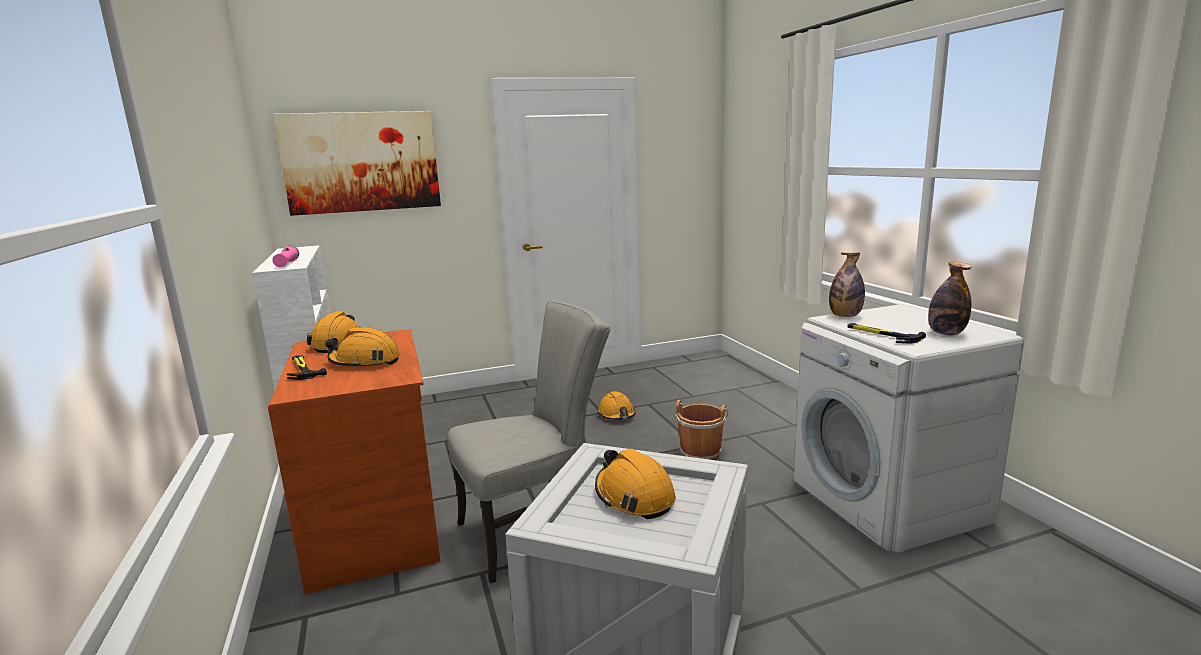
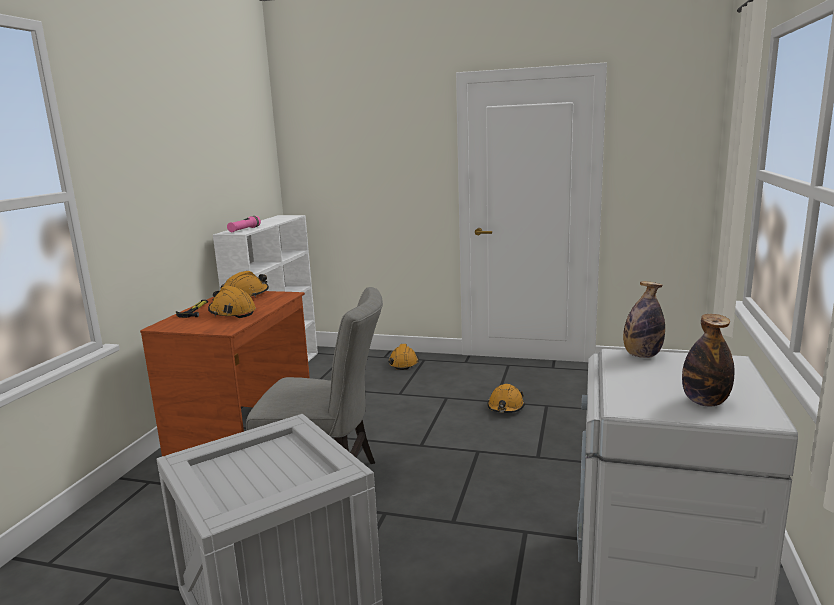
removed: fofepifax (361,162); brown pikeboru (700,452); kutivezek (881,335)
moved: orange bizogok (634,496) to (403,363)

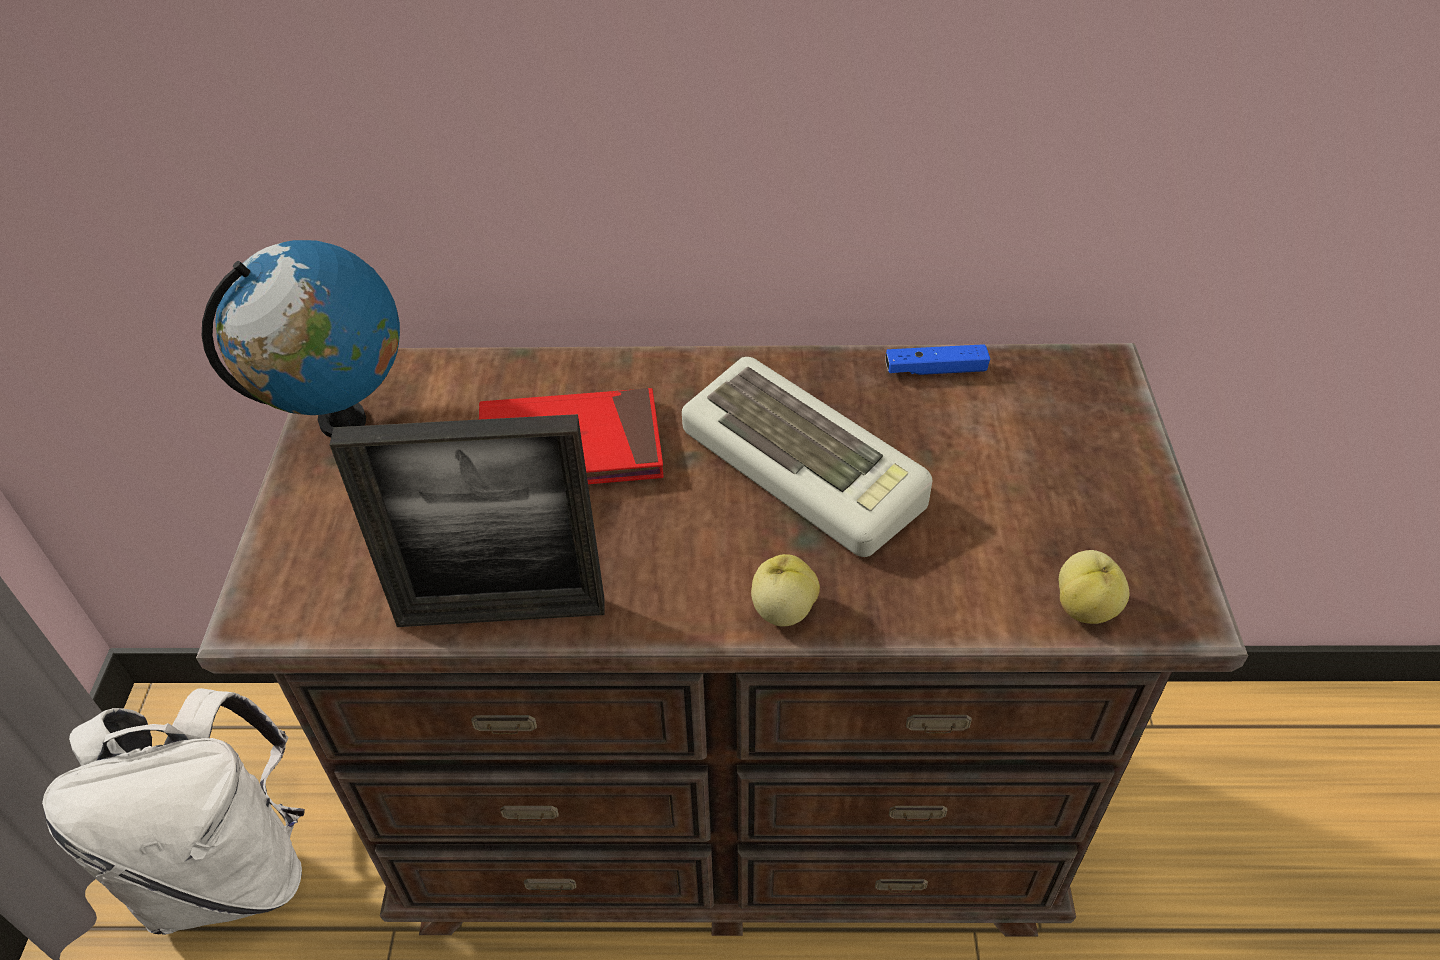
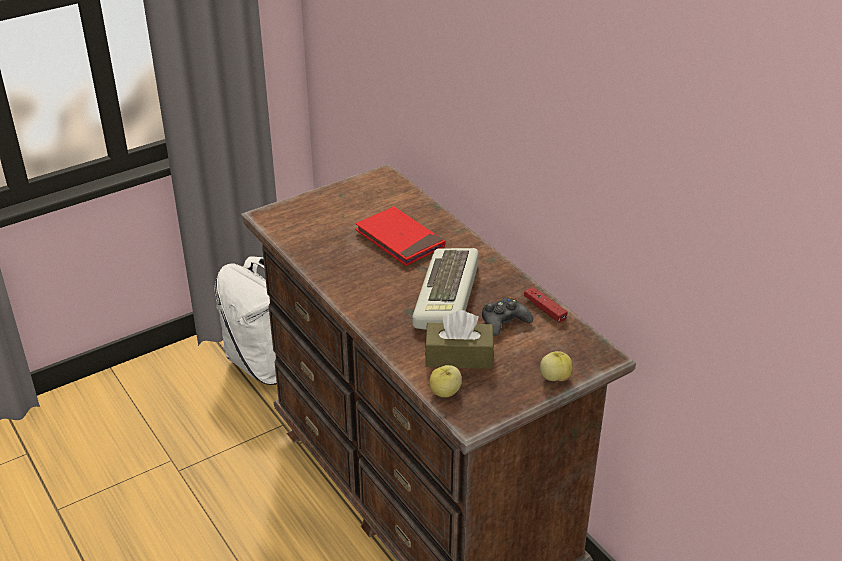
removed: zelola (342,421); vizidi (501,612)
added: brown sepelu (459,356); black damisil (504,321)
moved: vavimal (782,610) to (555,377)
recoloured: blue damisil (935,369) to red damisil (544,309)

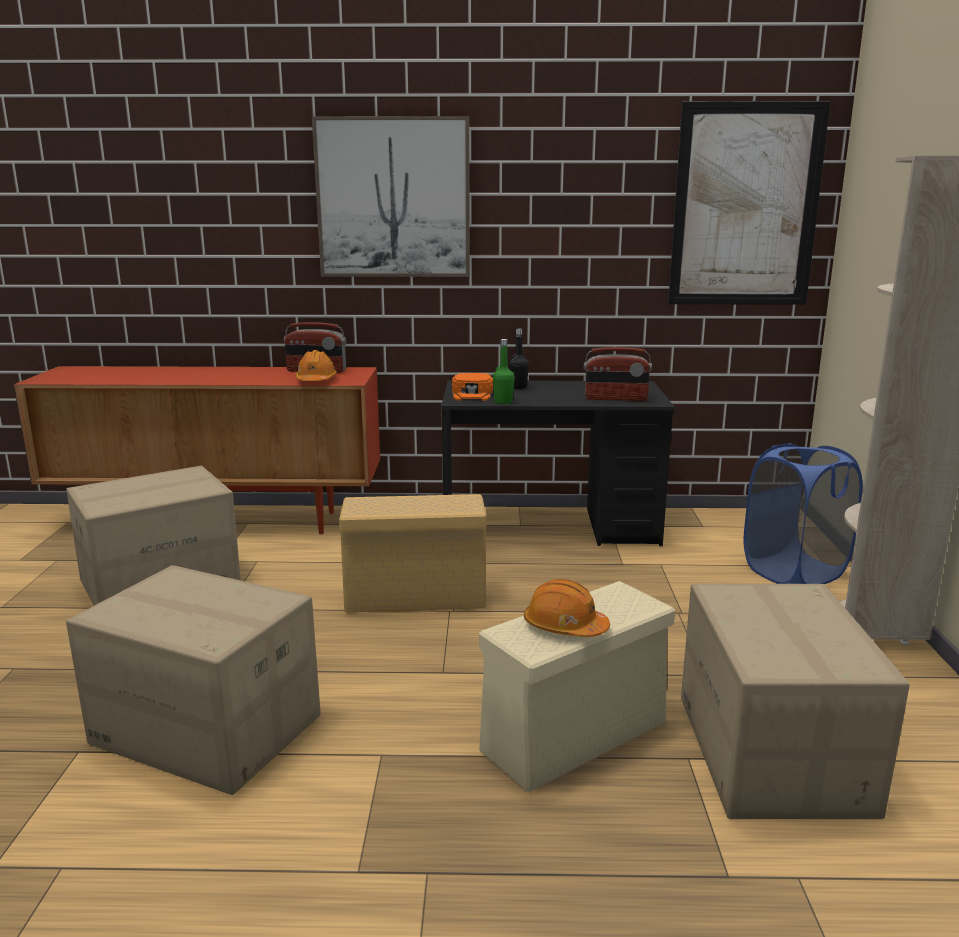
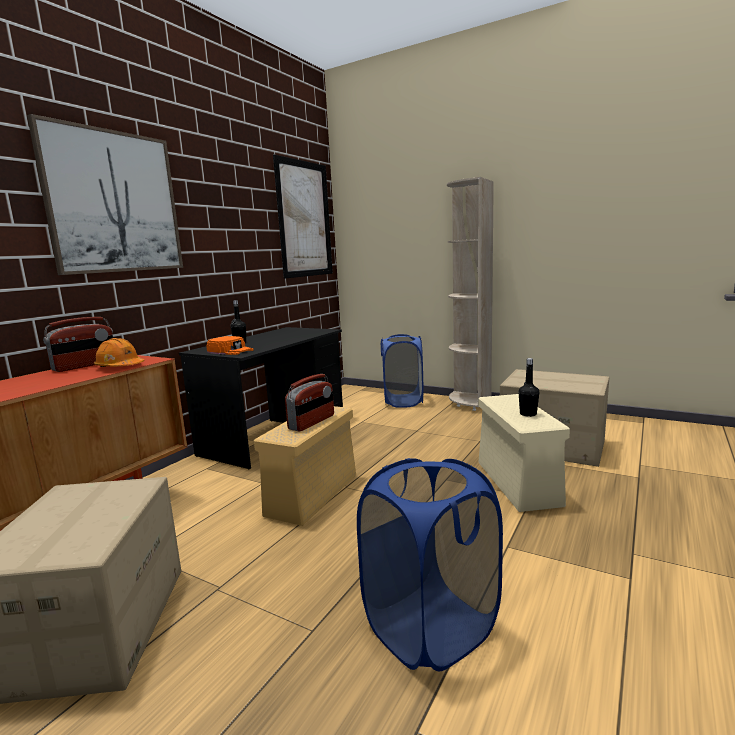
removed: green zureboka (503,402)
moved: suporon (615,399) to (312,422)
replaced: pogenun (205,730) to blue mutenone (430,628); orange bizogok (564,627) to black zureboka (528,414)

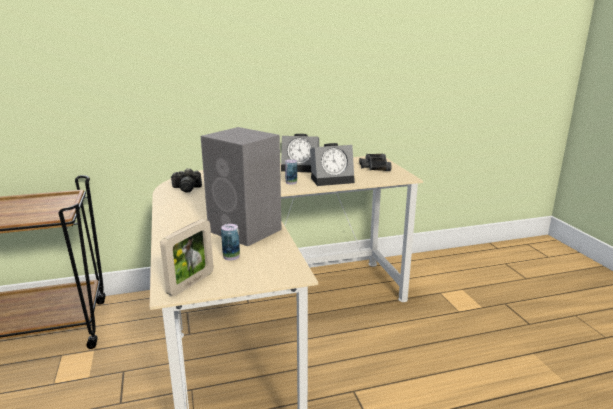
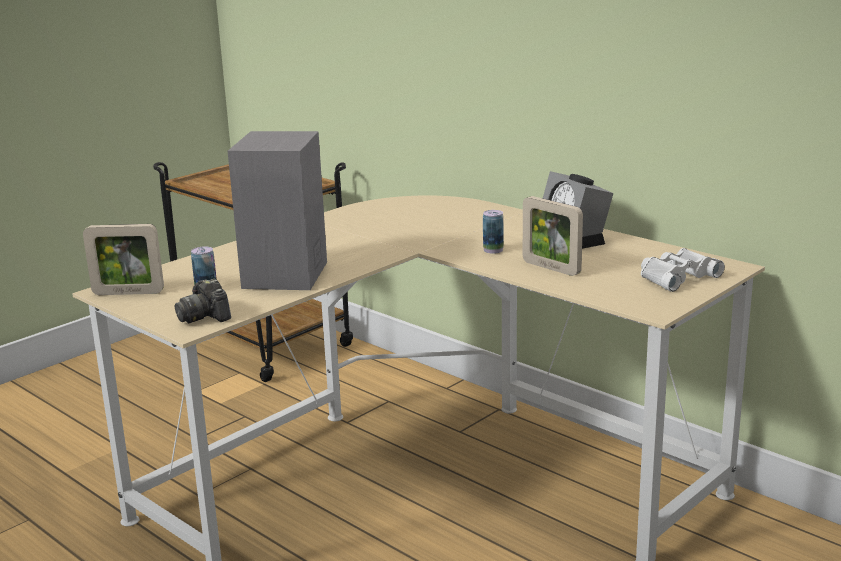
moved: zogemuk (187,188) to (205,316)
replaced: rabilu (333,179) to vizidi (551,268)
recoloured: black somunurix (374,166) to white somunurix (676,276)

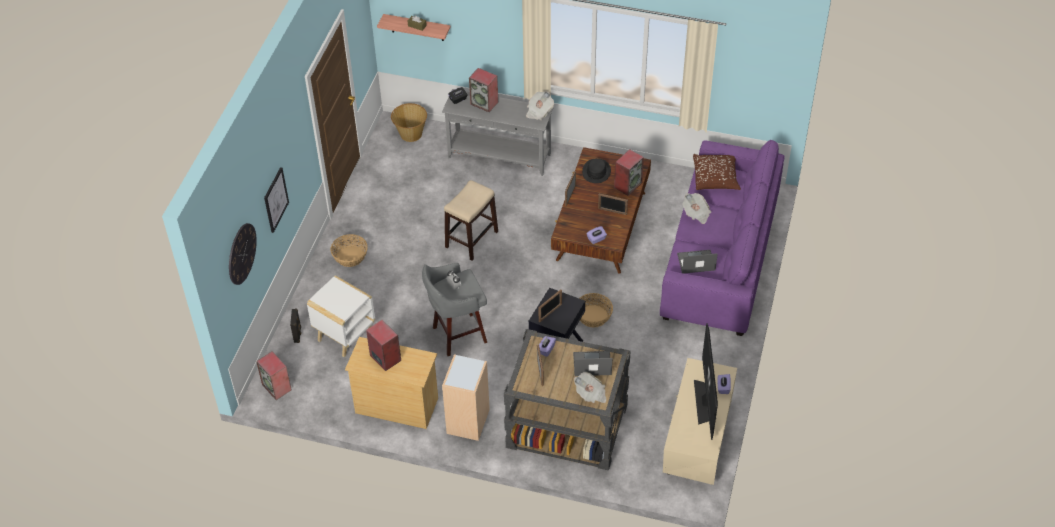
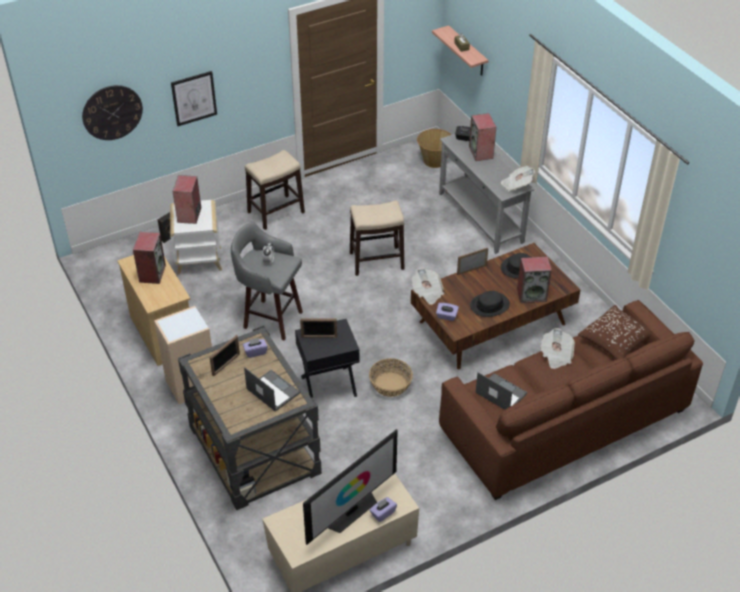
moved: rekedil (277,387) to (189,215); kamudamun (591,394) to (427,293)
replaced: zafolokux (350,256) to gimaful (276,212); vizidi (612,211) to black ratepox (489,305)
recoloured: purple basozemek (719,257) to brown basozemek (563,421)

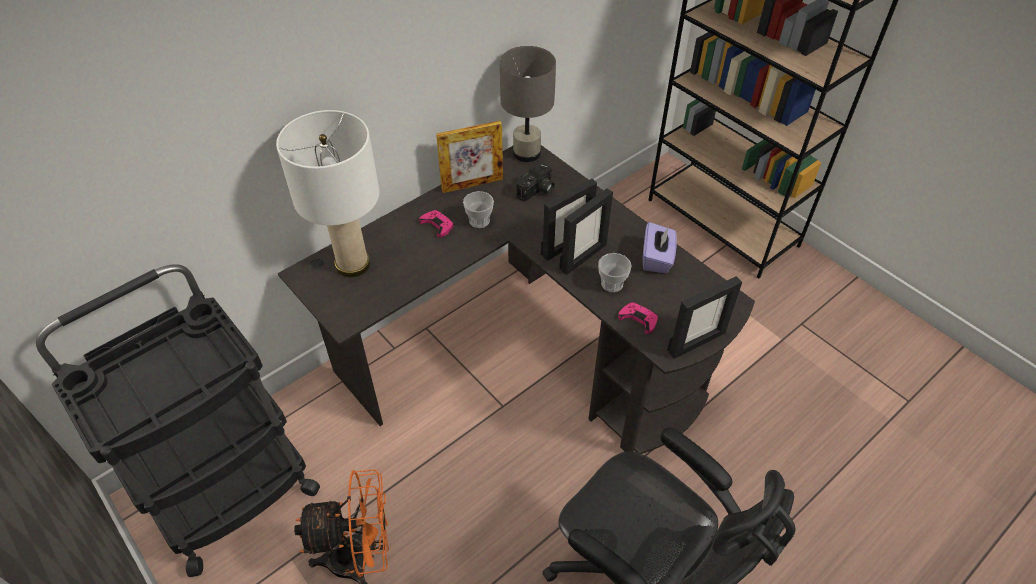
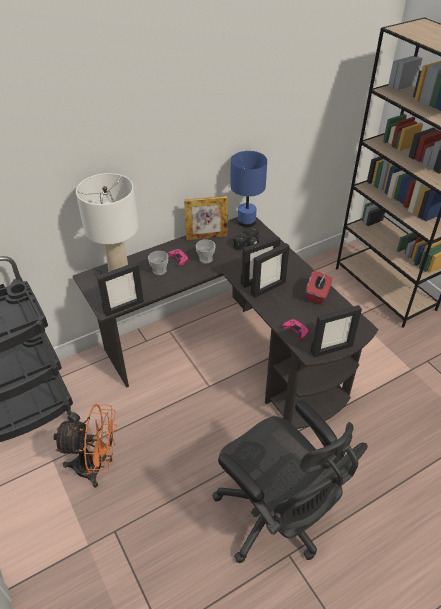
added: vizidi (124,307)
moved: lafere (612,284) to (159,270)
recoloured: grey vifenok (527,152) to blue vifenok (247,221); purple sepelu (657,258) to red sepelu (317,295)

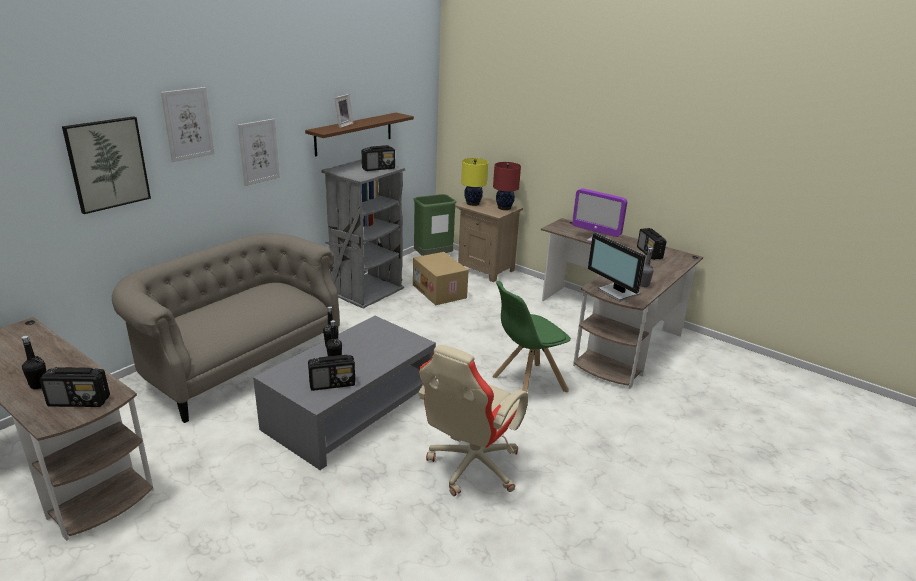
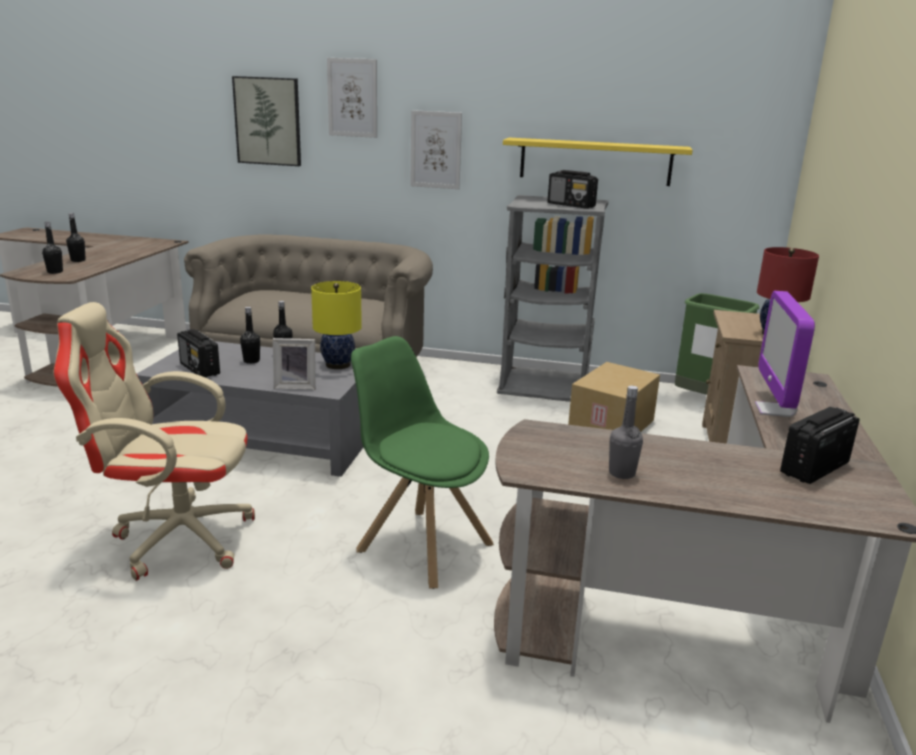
removed: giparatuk (617,292)
moved: vizidi (342,125) to (296,386); yellow vifenok (473,203) to (338,365)
replaced: suporon (80,401) to black zureboka (55,272)
recoloured: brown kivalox (354,134) to yellow kivalox (595,161)

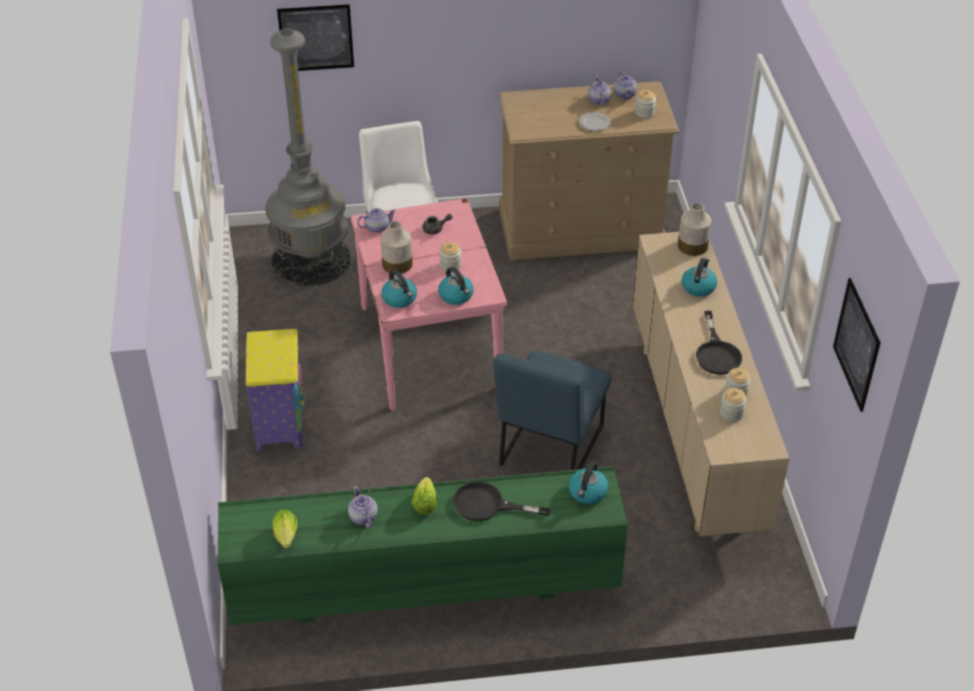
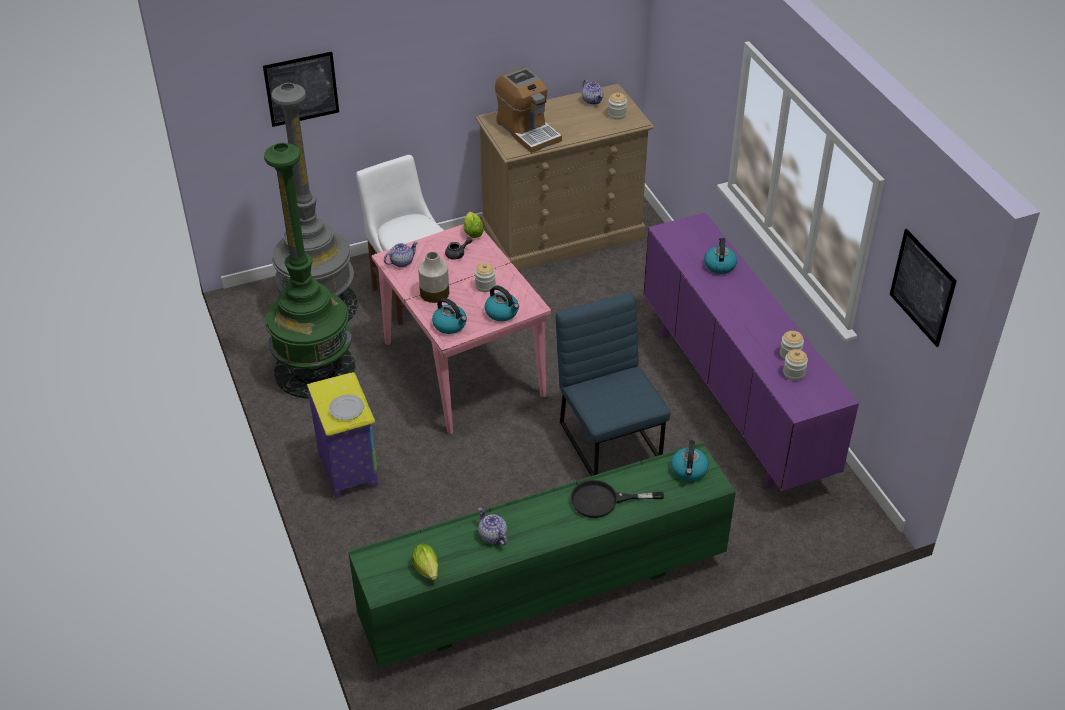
removed: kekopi (598,100); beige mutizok (692,246); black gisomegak (717,353)
added: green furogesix (314,369); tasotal (527,131)
moved: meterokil (425,502) to (472,231); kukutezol (595,123) to (346,408)
recoloured: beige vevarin (696,433) to purple vevarin (734,400)
turned: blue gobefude (549,447) = (609,439) 150 degrees clockwise

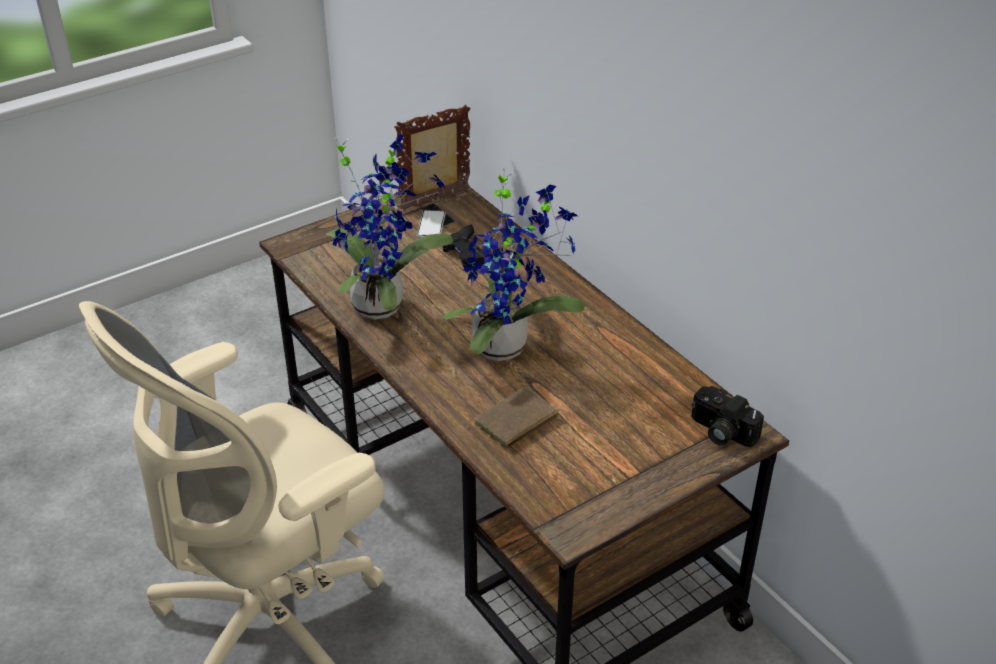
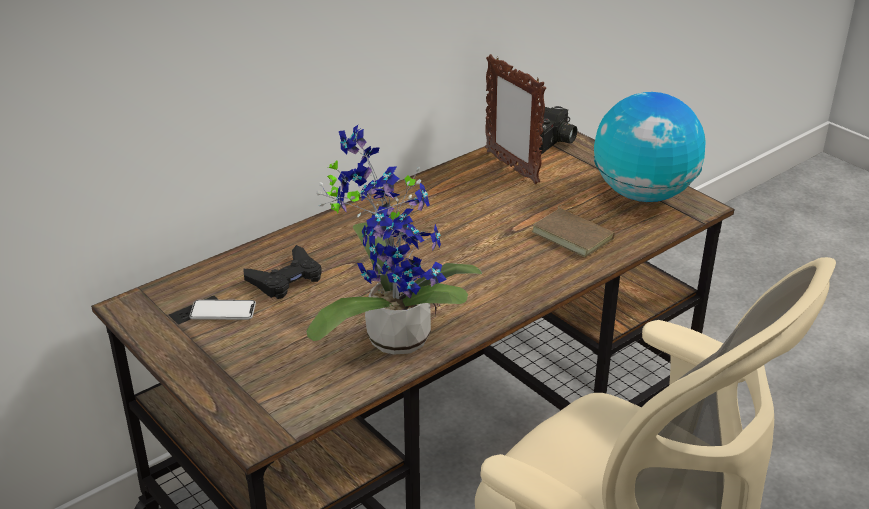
removed: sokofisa (507,346)
added: zelola (643,194)
moved: vizidi (436,201) to (511,167)

